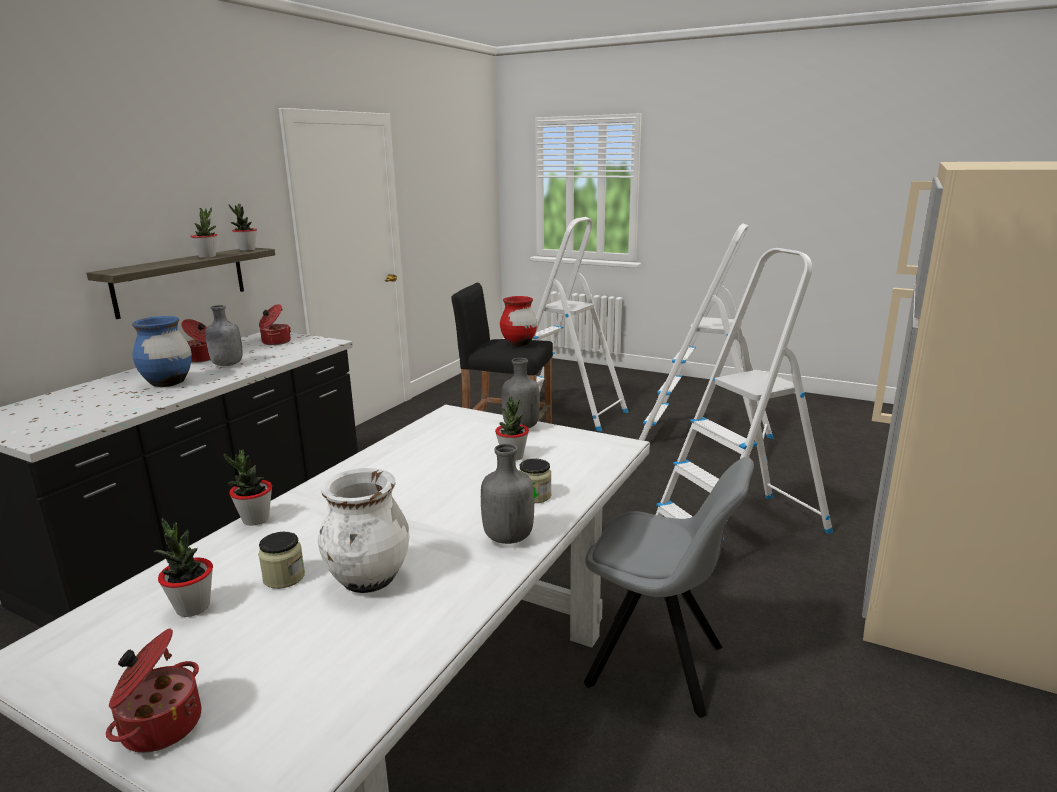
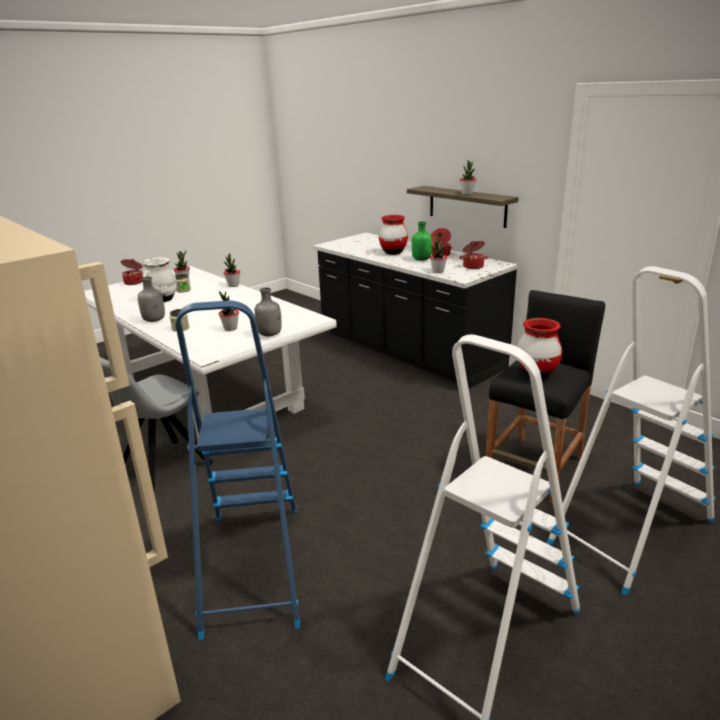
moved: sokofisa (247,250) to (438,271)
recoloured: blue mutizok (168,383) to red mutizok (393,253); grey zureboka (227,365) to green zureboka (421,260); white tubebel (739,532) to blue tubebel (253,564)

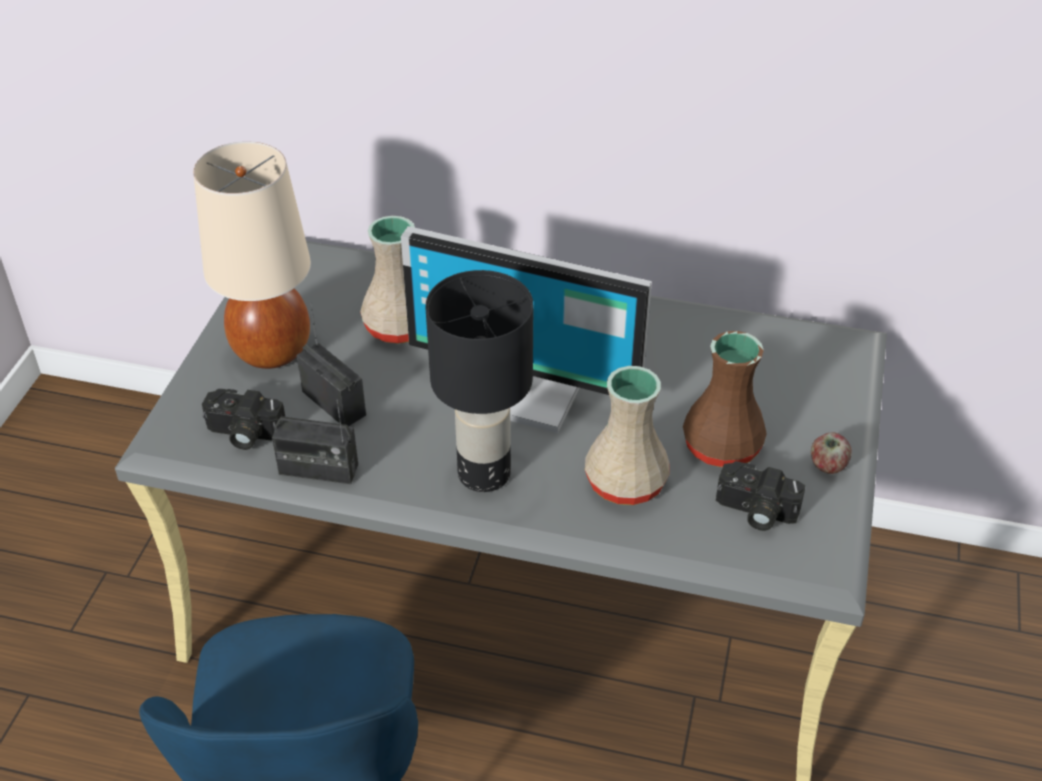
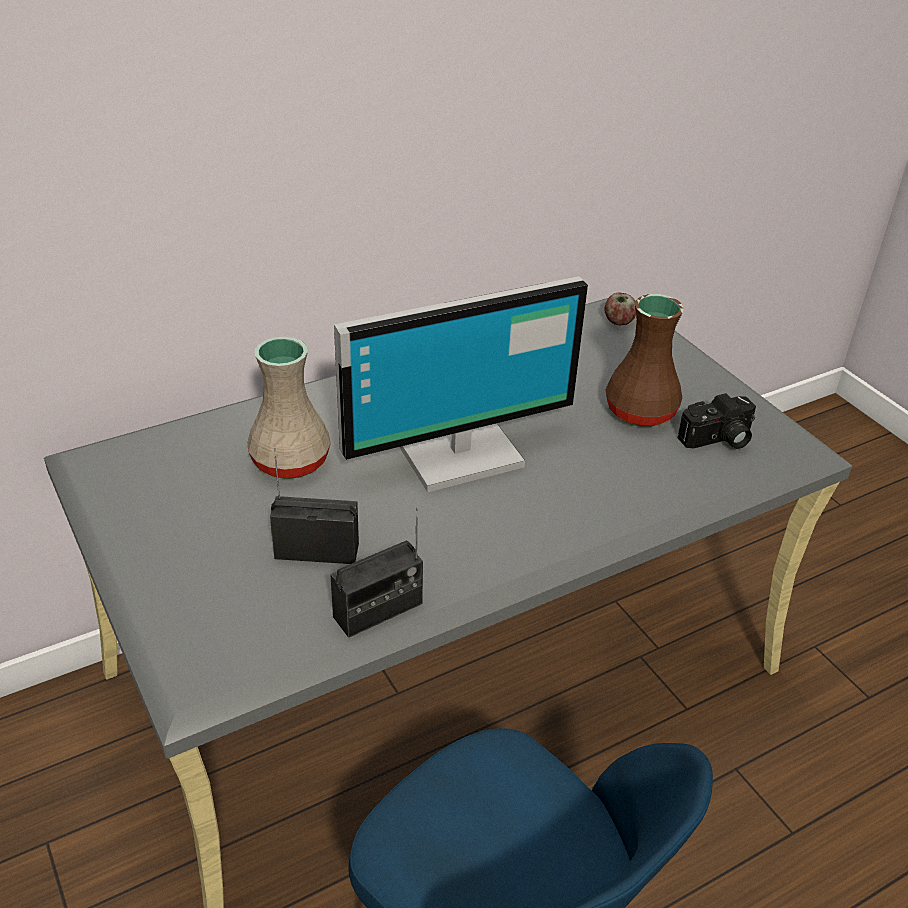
removed: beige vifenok (272,351); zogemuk (243,434); black vifenok (482,473); beige mutizok (626,484)
moved: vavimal (827,466) to (618,322)

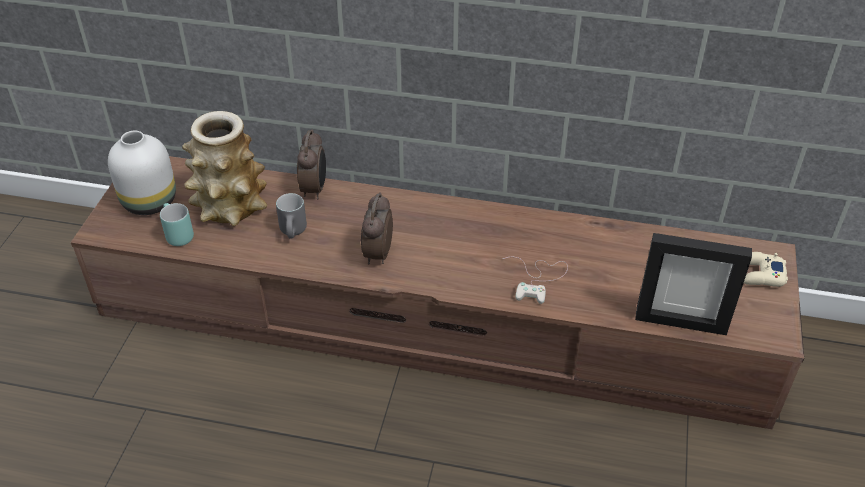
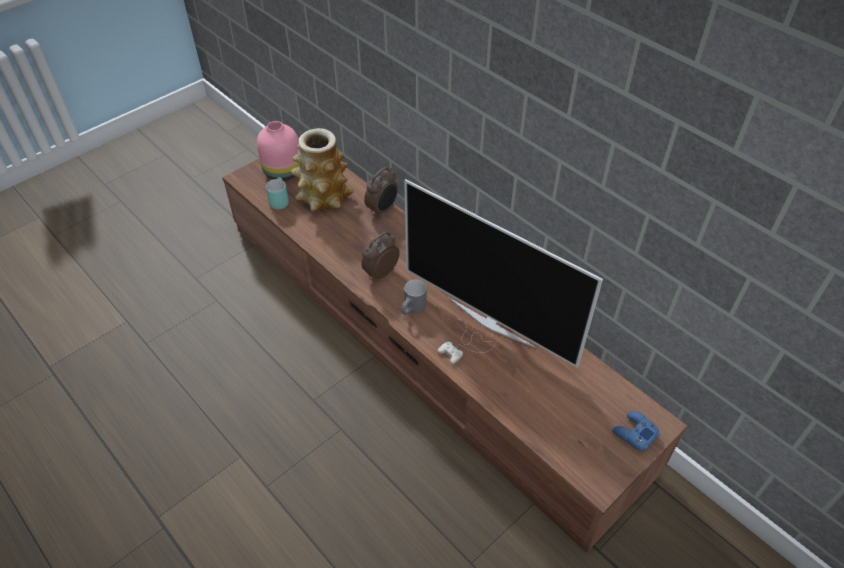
removed: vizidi (680,321)
added: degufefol (491,321)
moved: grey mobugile (295,232) to (413,310)
recoloured: white mutizok (149,203) to pink mutizok (282,172); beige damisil (761,275) to blue damisil (634,433)

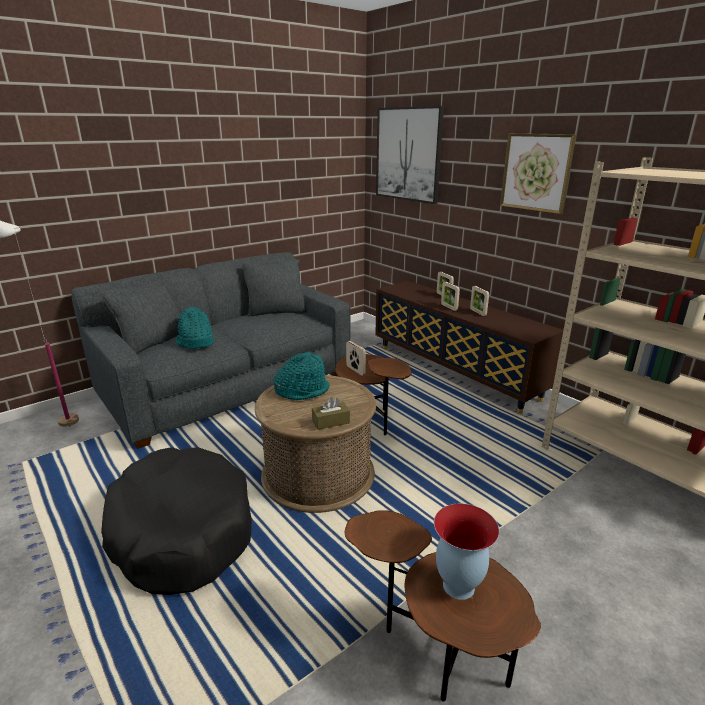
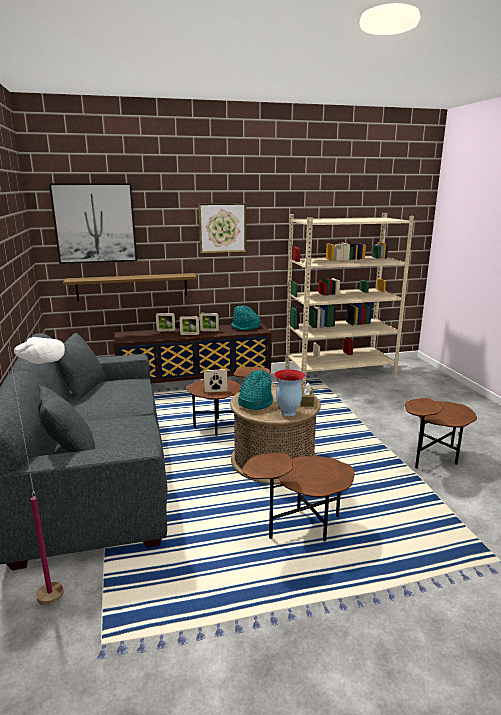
added: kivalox (132,287)
moved: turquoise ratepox (195,342) to (245,327); mutizok (457,586) to (288,413)
replaced: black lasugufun (181,531) to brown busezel (301,528)

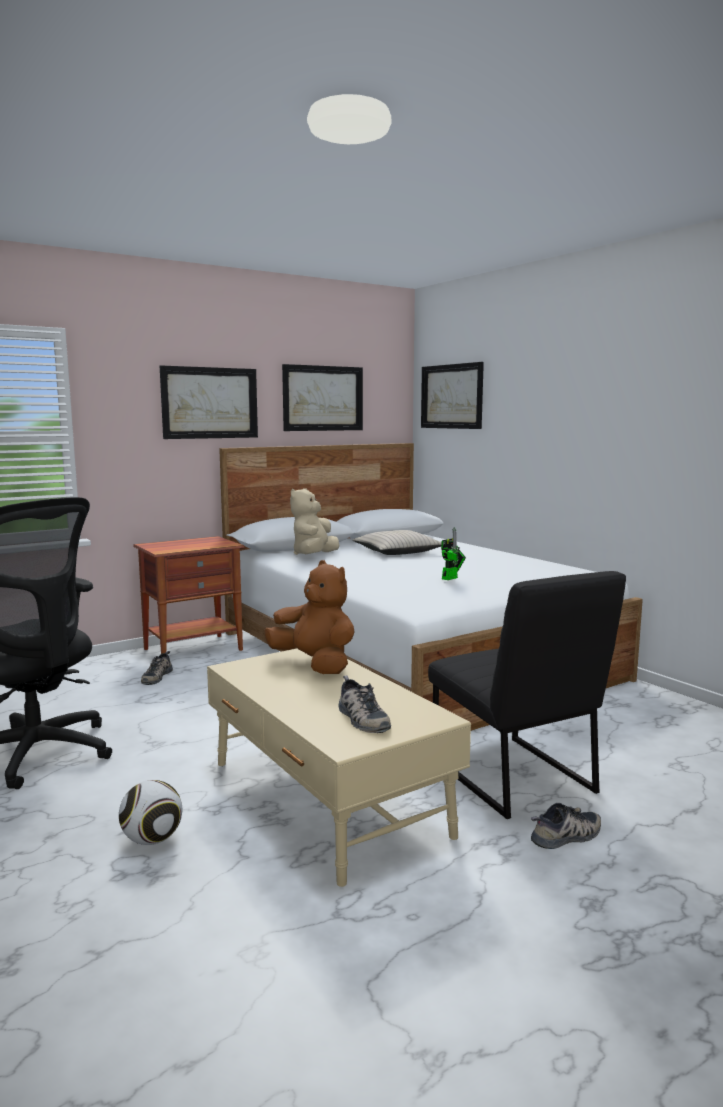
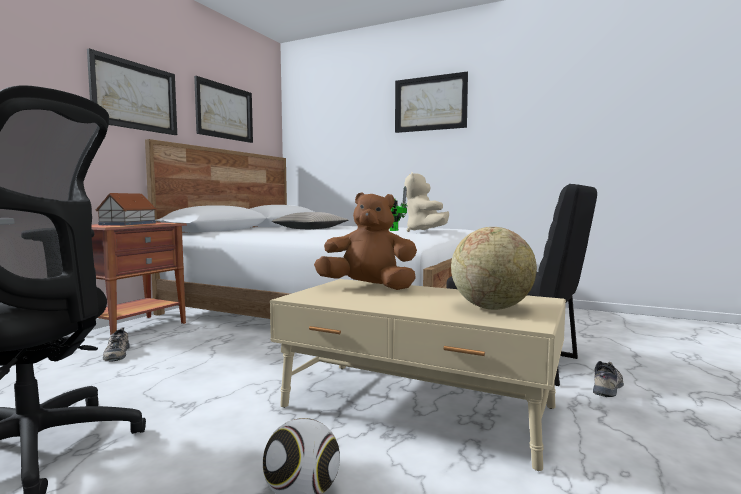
added: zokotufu (128,224)
moved: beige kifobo (314,556) to (424,231); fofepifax (451,396) to (430,103)
replaced: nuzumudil (361,718) to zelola (491,308)

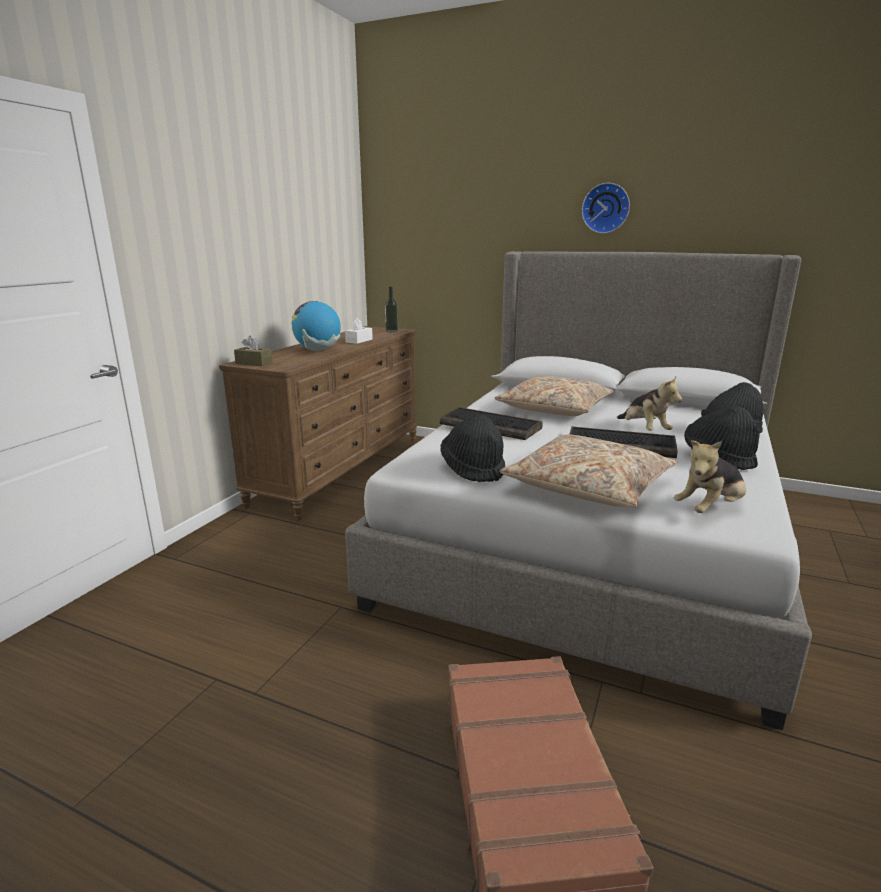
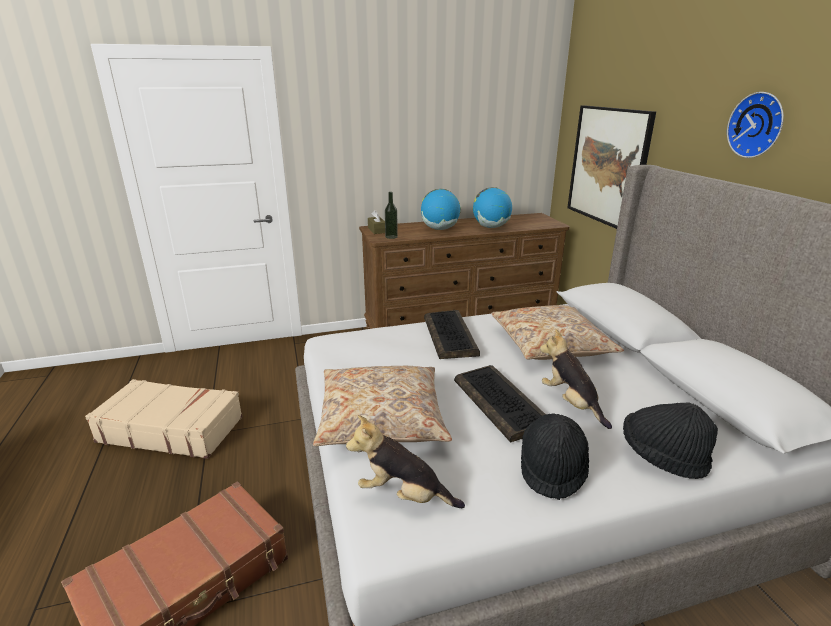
removed: black ratepox (473,469)
added: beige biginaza (171,429); fofepifax (608,166)
moved: zureboka (391,331) to (391,237)
replaced: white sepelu (359,341) to zelola (491,227)
turned: kifobo (644,430) = (571,403) 120 degrees clockwise

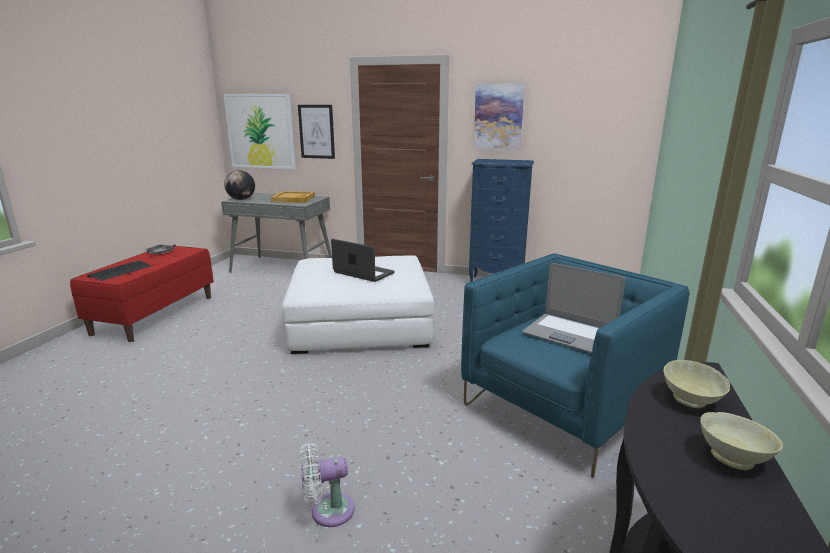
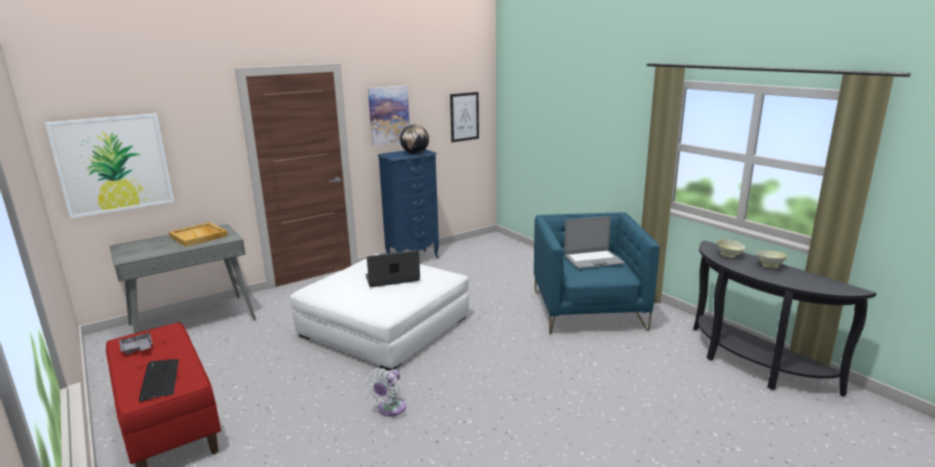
moved: zelola (241,199) to (415,153); fofepifax (316,131) to (464,117); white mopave (328,511) to (390,409)

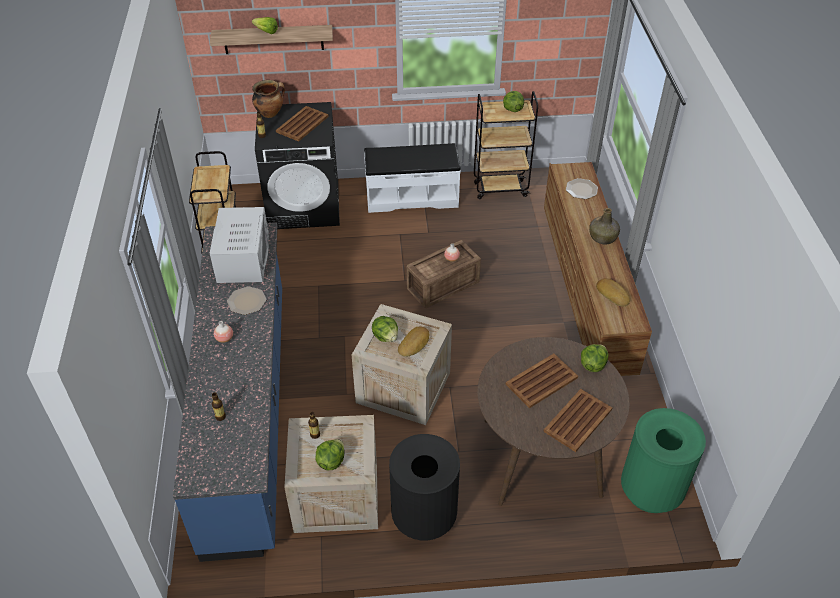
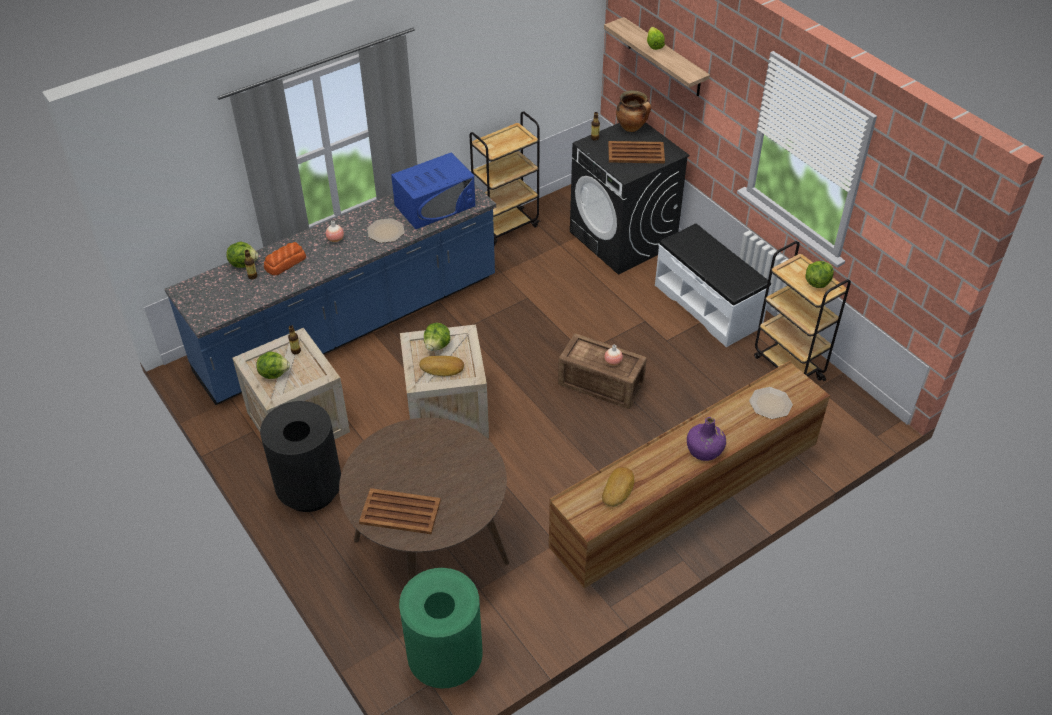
removed: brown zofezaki (541,381)
added: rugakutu (284,263)
moved: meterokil (592,365) to (243,263)
recoloured: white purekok (243,258) to blue purekok (435,205); green zureboka (603,237) to purple zureboka (704,450)

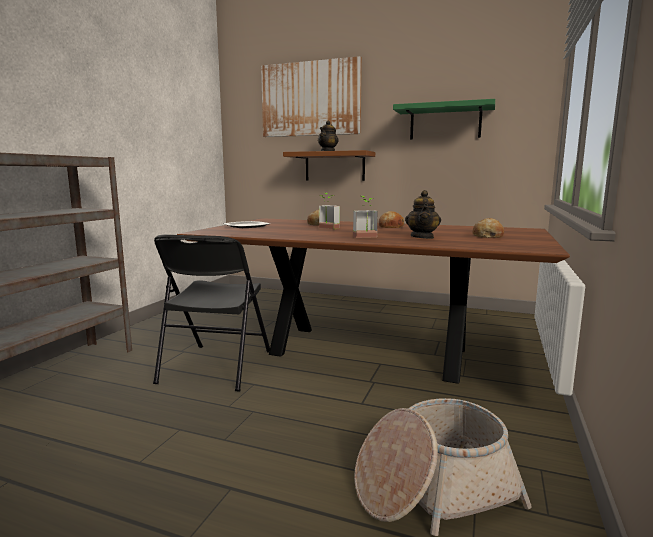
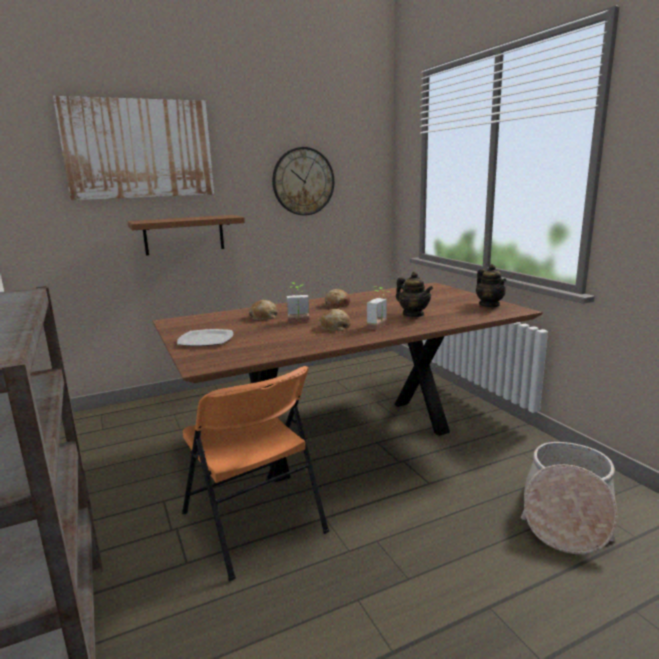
moved: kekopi (328,151) to (489,305); rugakutu (487,236) to (334,327)
replaced: green kivalox (445,122) to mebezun (303,181)
recoloured: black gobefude (216,366) to orange gobefude (252,523)

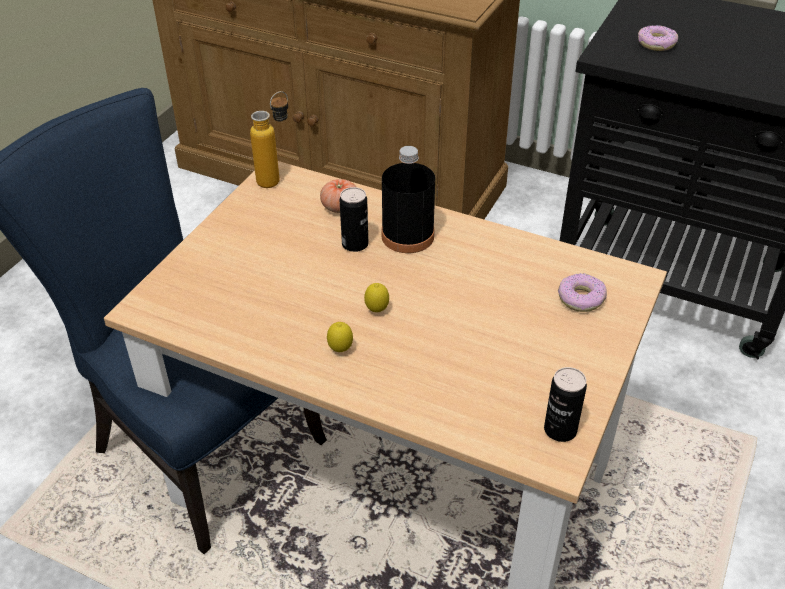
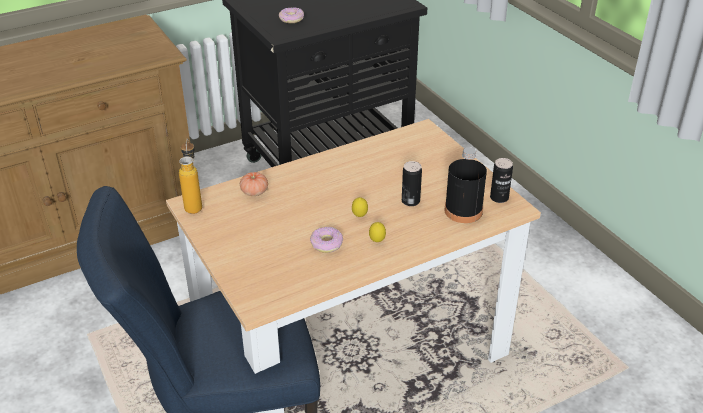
moved: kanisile (355,244) to (410,201); black zureboka (407,236) to (463,211); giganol (580,298) to (326,244)

